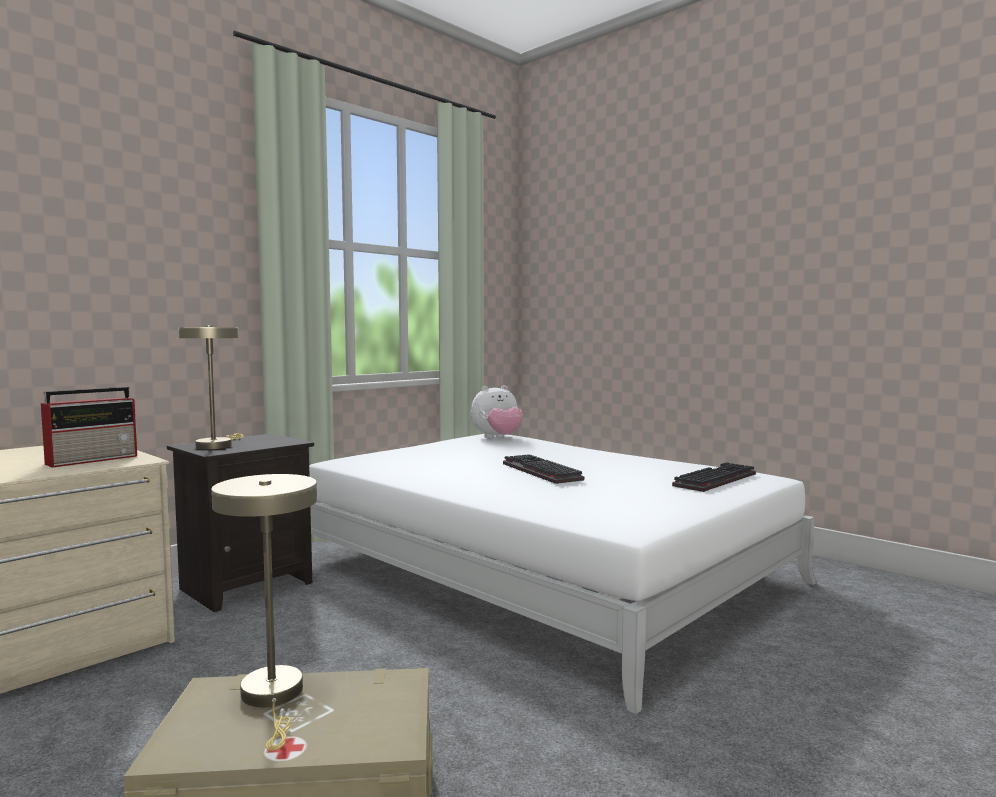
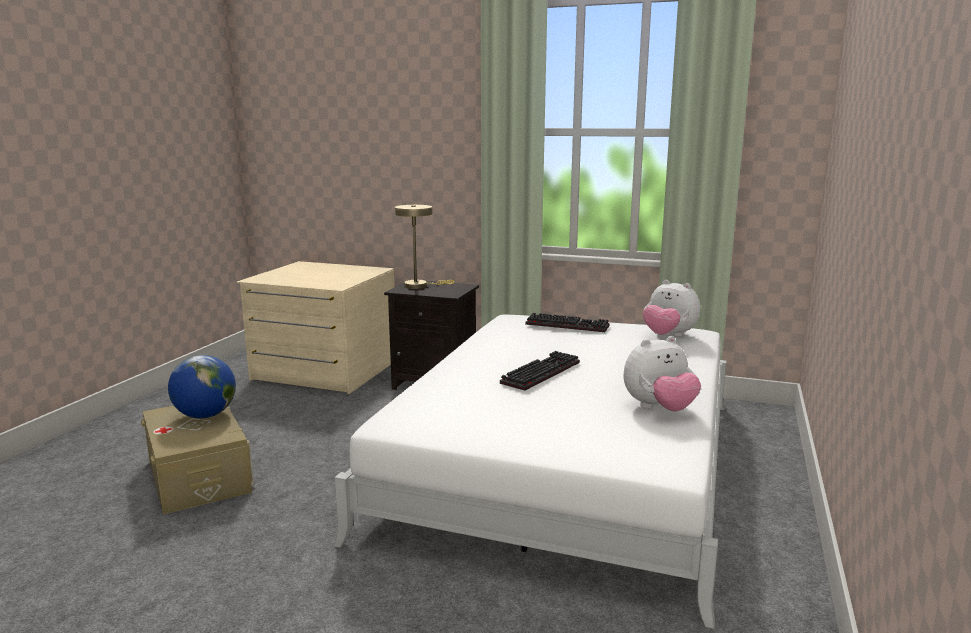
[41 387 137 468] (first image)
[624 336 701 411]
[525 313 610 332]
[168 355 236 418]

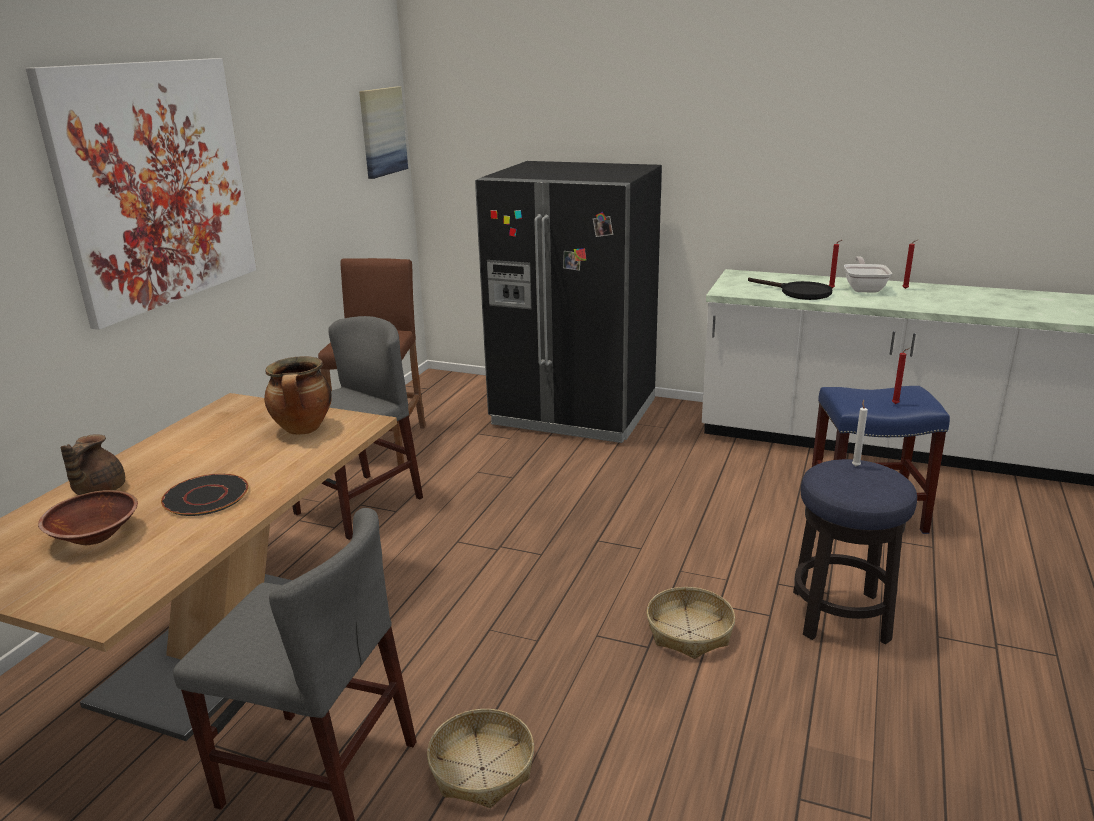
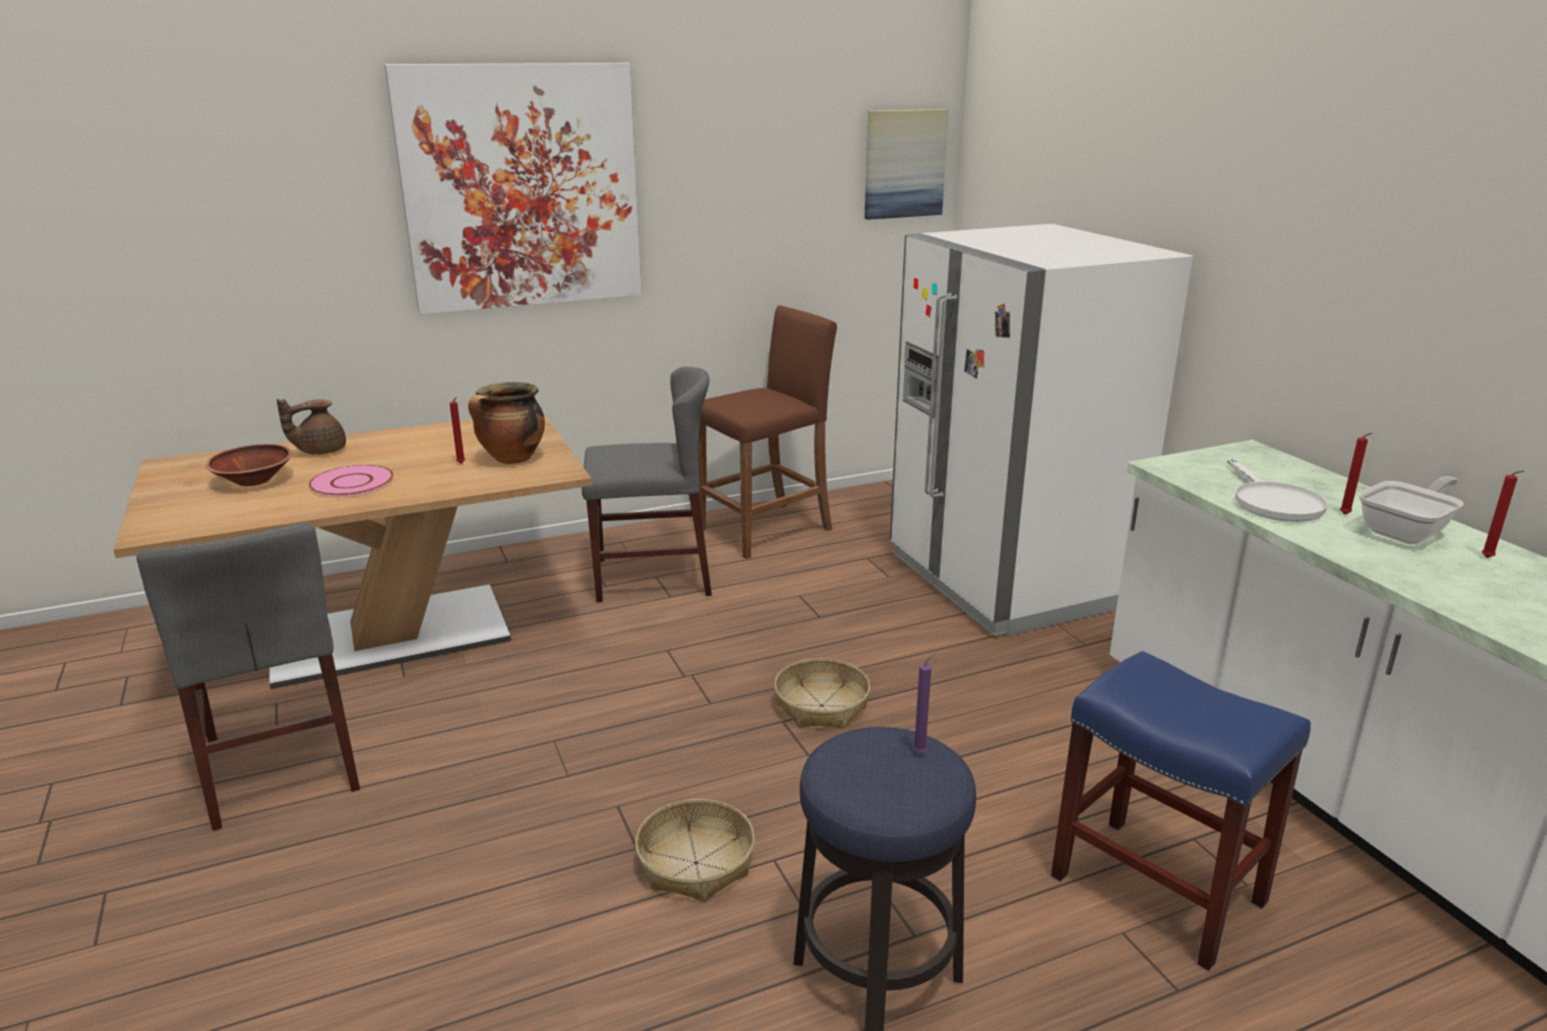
[774 658 871 729]
[450 397 465 463]
[309 465 393 497]
[890 224 1193 636]
[1228 457 1327 522]
[913 653 935 754]

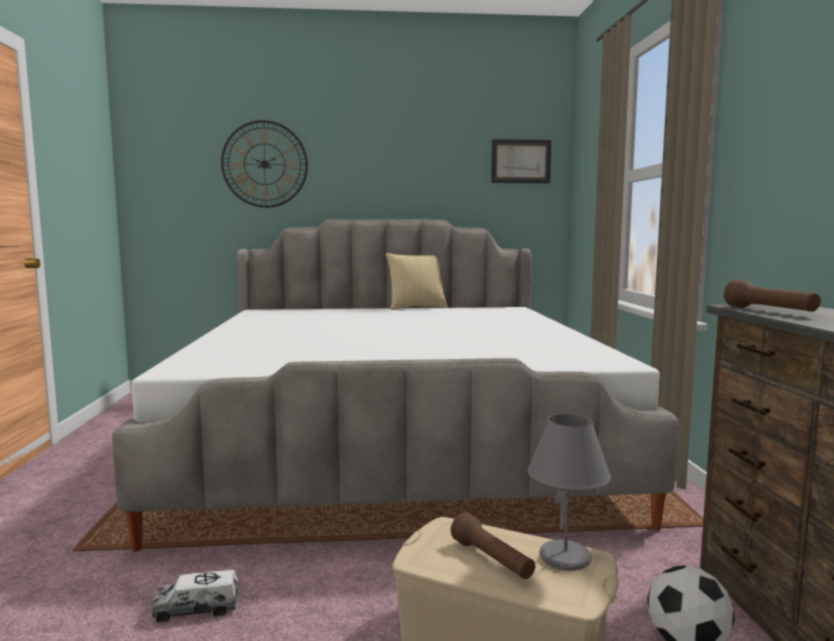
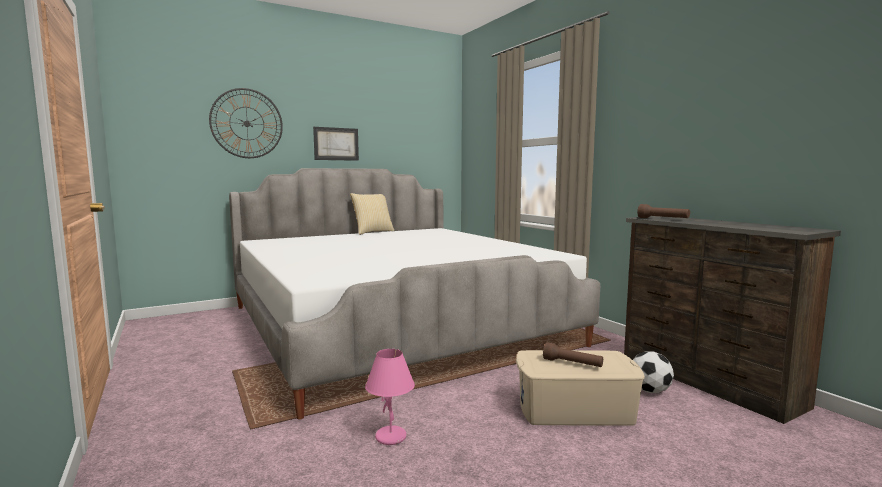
[527 414 611 571] (first image)
[313 127 359 161]
[365 349 415 445]

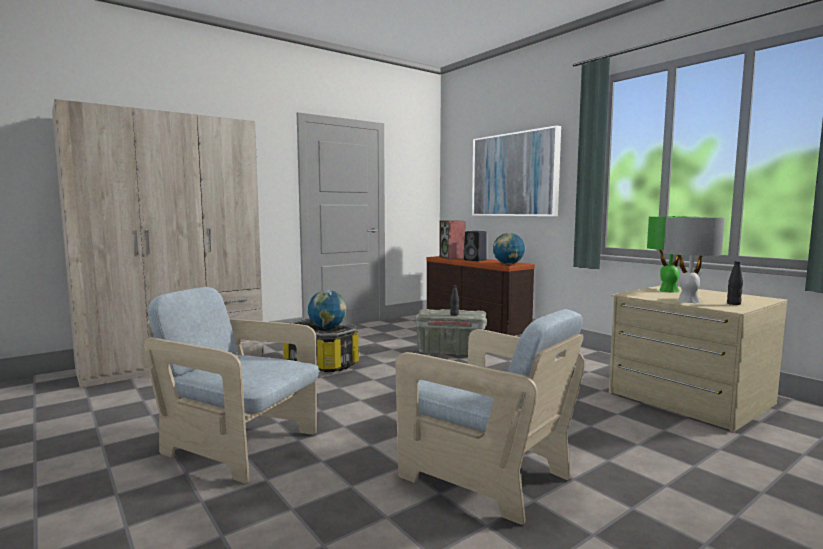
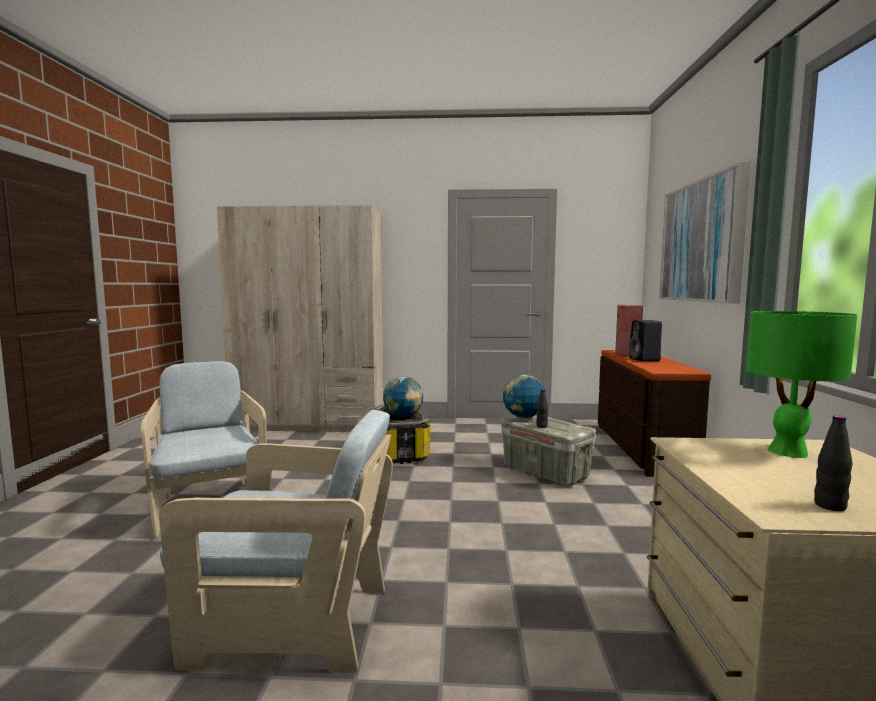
[664 217 725 303] (first image)
[503 375 546 418]
[159 410 393 672]

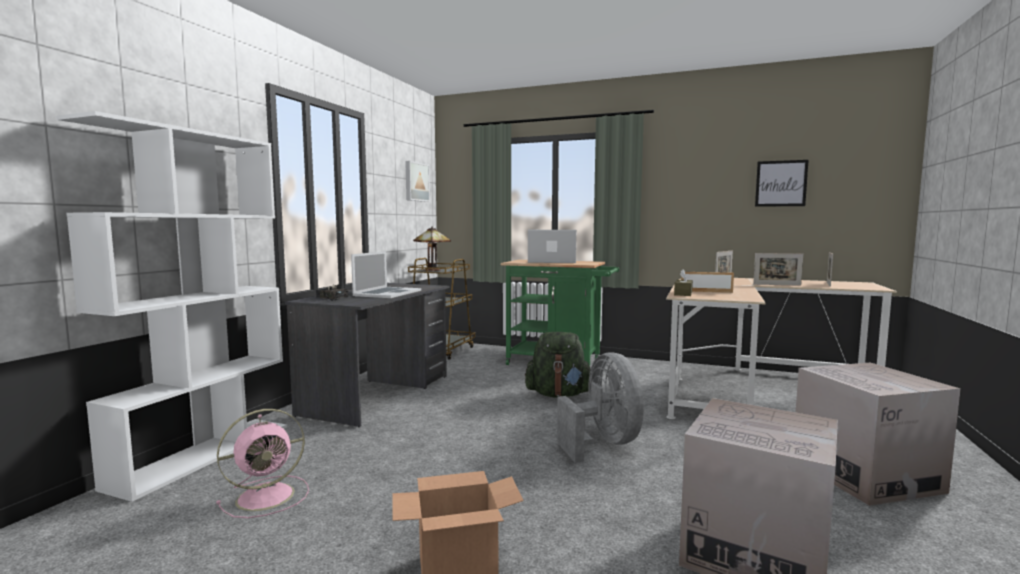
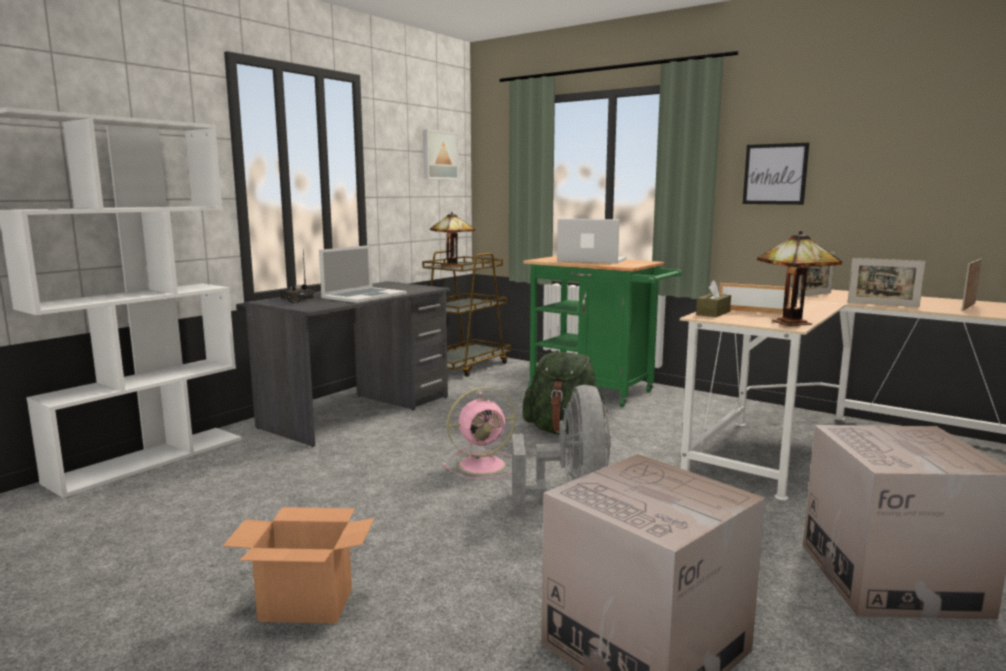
[757 231 842 326]
[443 387 516 479]
[743 143 809 205]

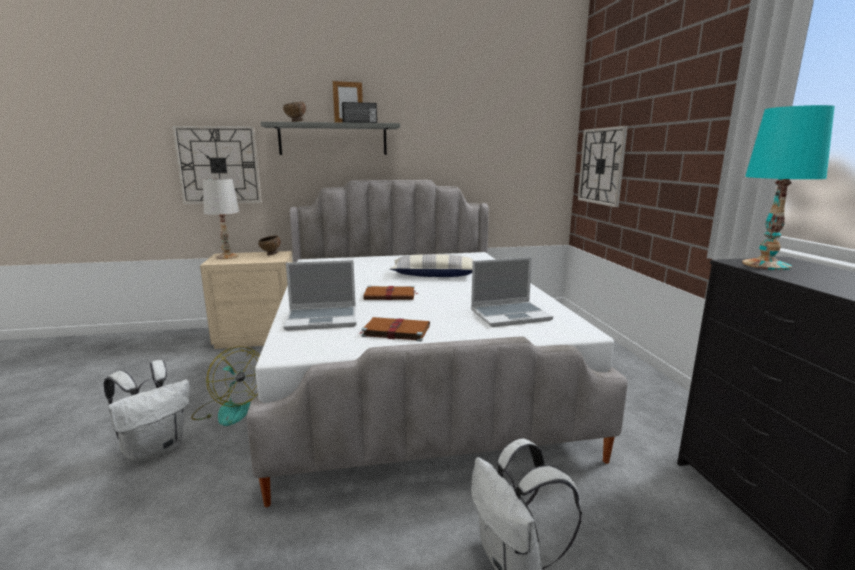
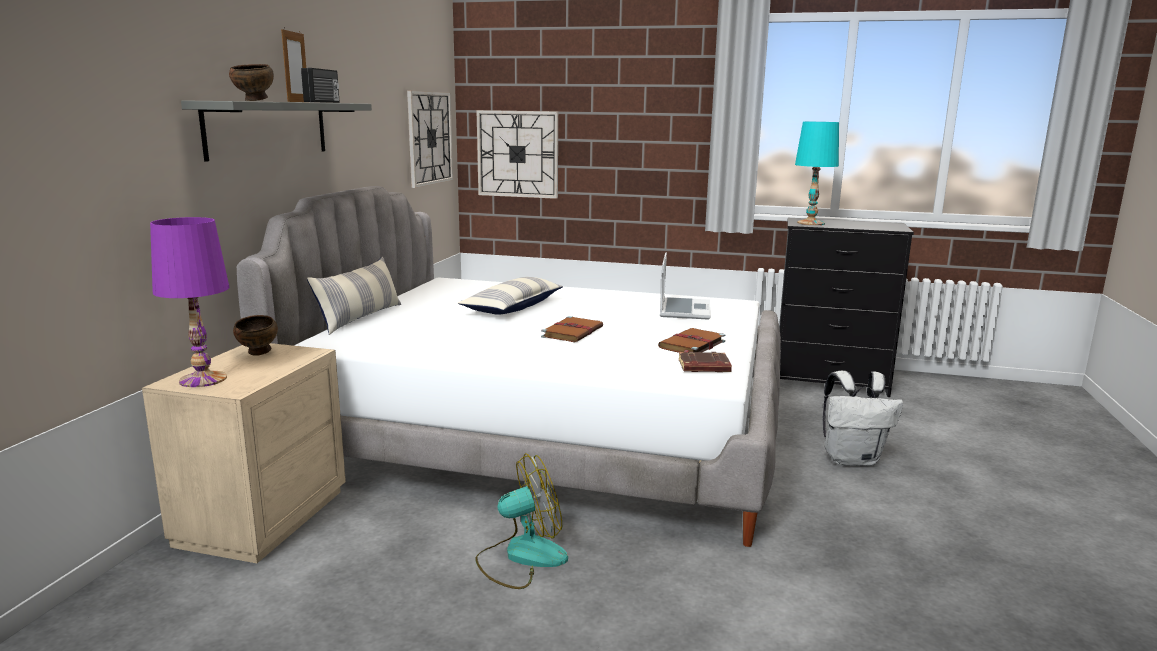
[104 360 190 463] (first image)
[283 260 356 331] (first image)
[307 257 401 335]
[678 352 732 372]
[407 91 453 188]
[150 217 229 387]

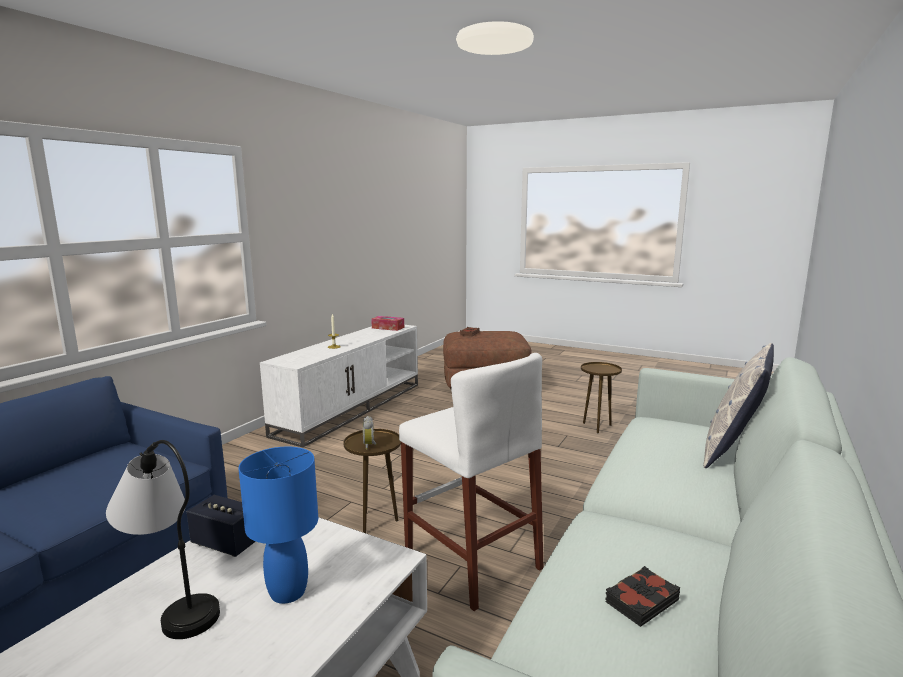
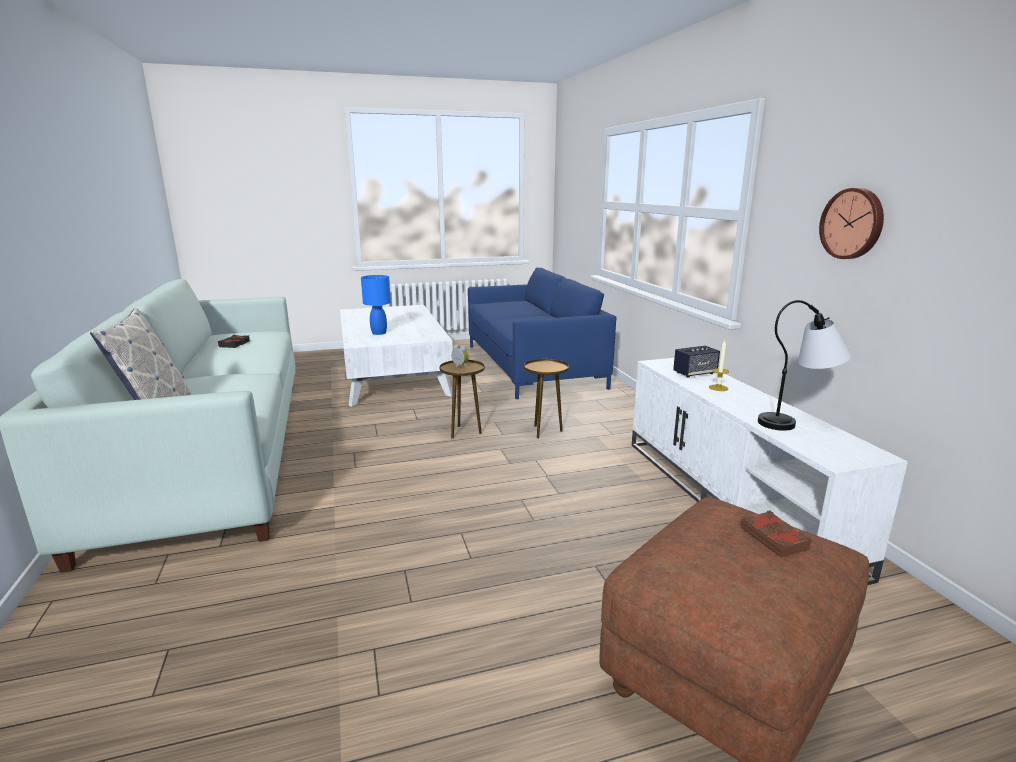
[371 316 404 331] (first image)
[399 353 543 611] (first image)
[819 188 884 259]
[758 300 852 431]
[673 346 720 378]
[524 359 569 438]

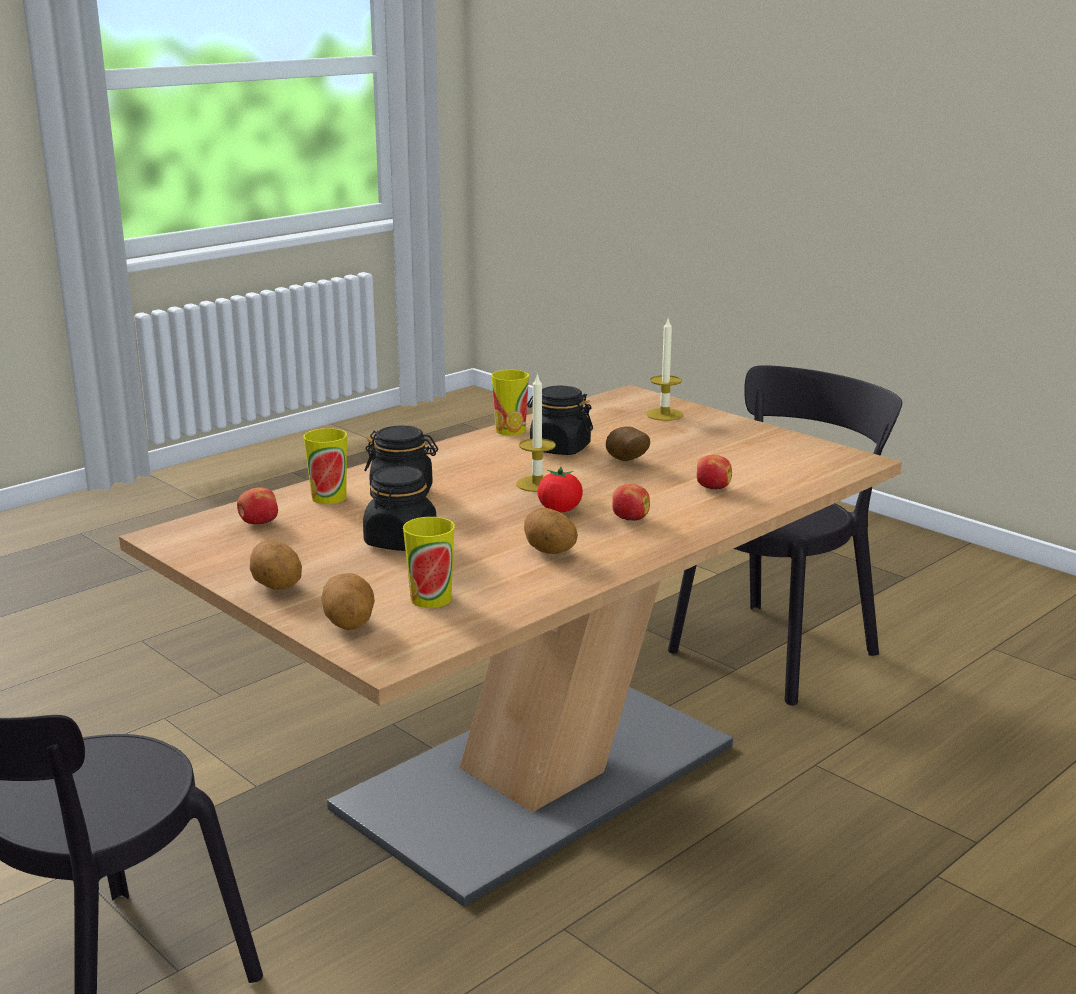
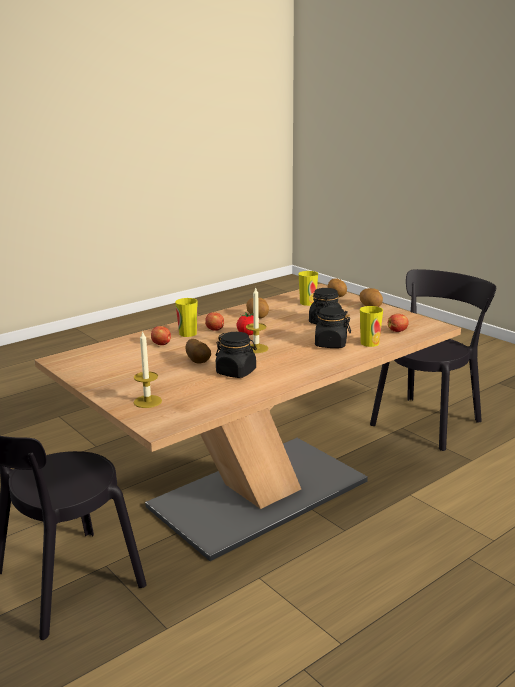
[175 298 198 337]

